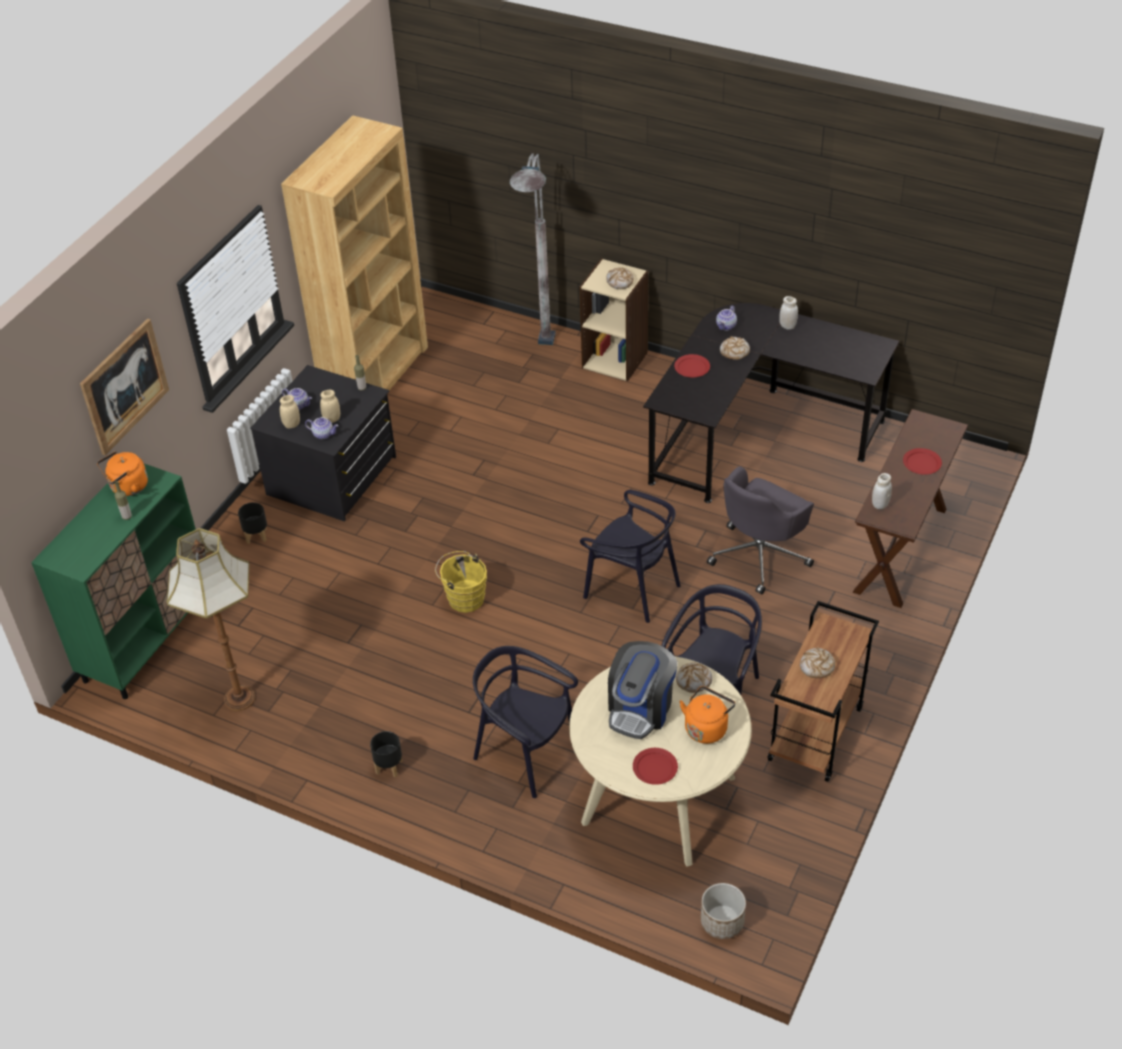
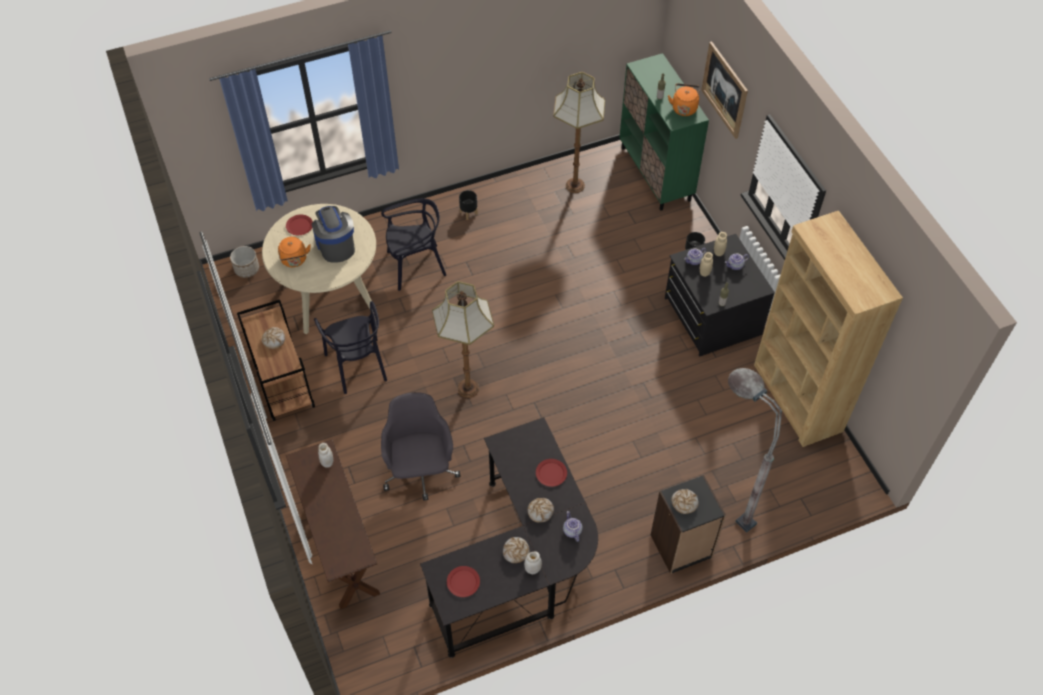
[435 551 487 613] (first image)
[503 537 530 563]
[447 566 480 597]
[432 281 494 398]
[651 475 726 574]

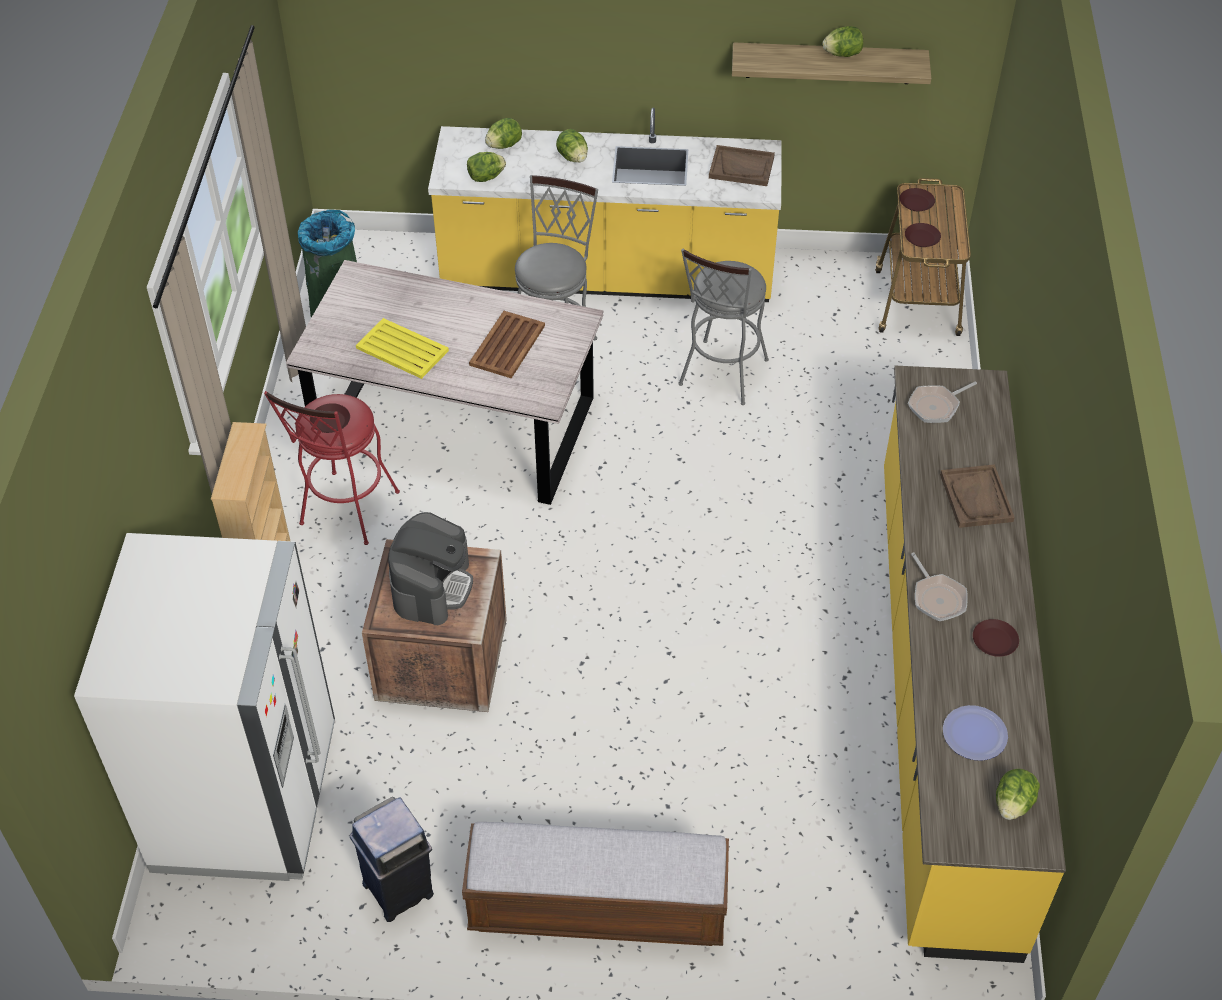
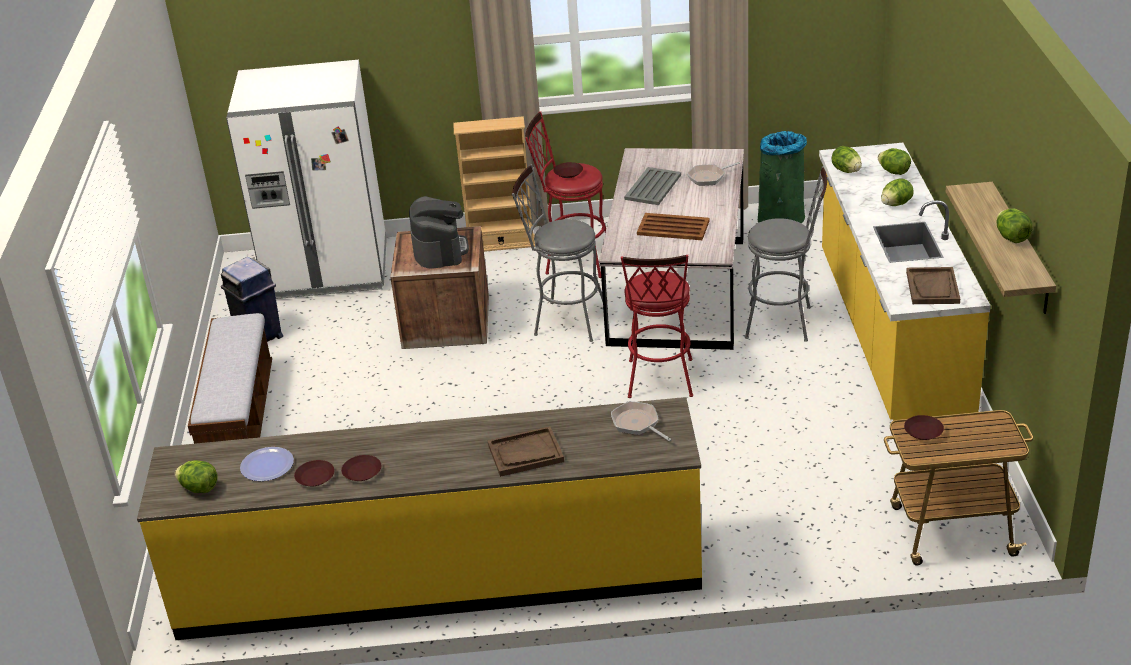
[621 255 693 398]
[512 164 603 342]
[294 460 335 486]
[687 162 740 186]
[624 167 681 205]
[409 196 469 269]

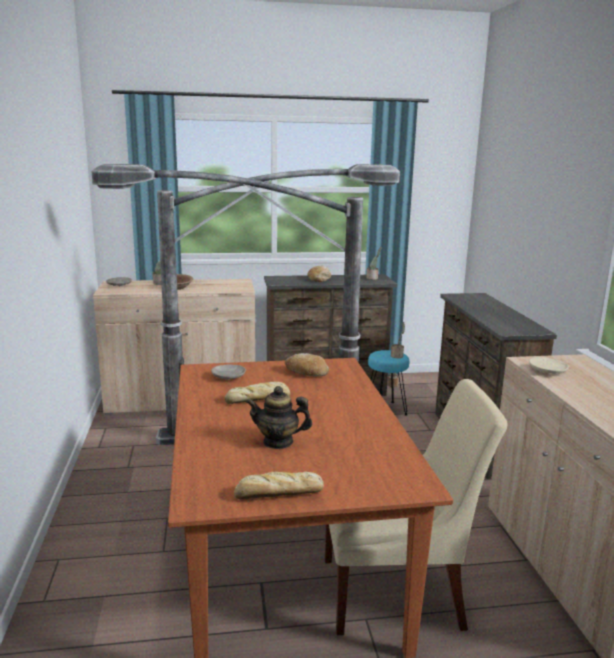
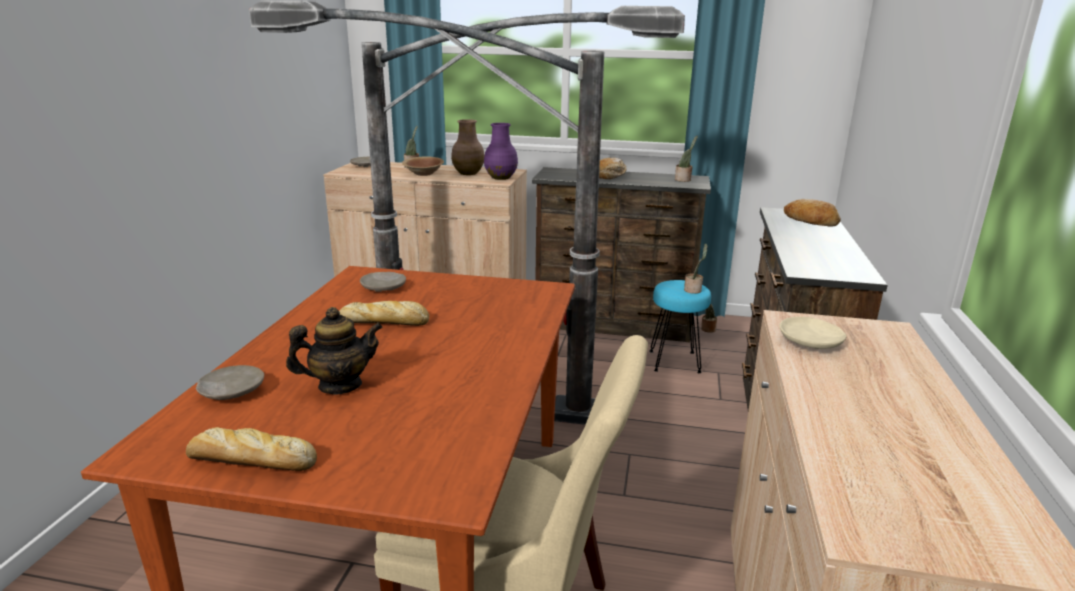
[196 365 264 400]
[451 119 485 175]
[484 123 518 180]
[784 199 840 226]
[286 307 383 394]

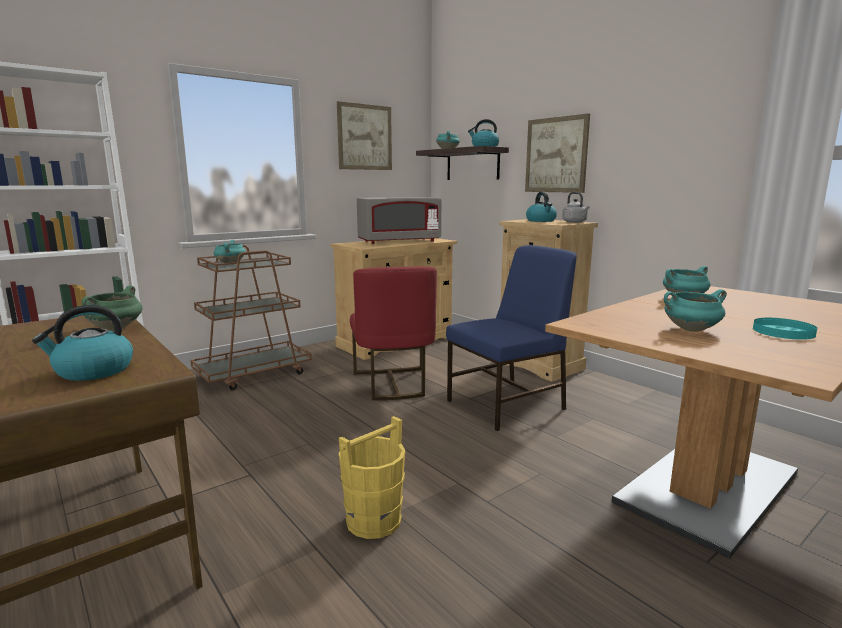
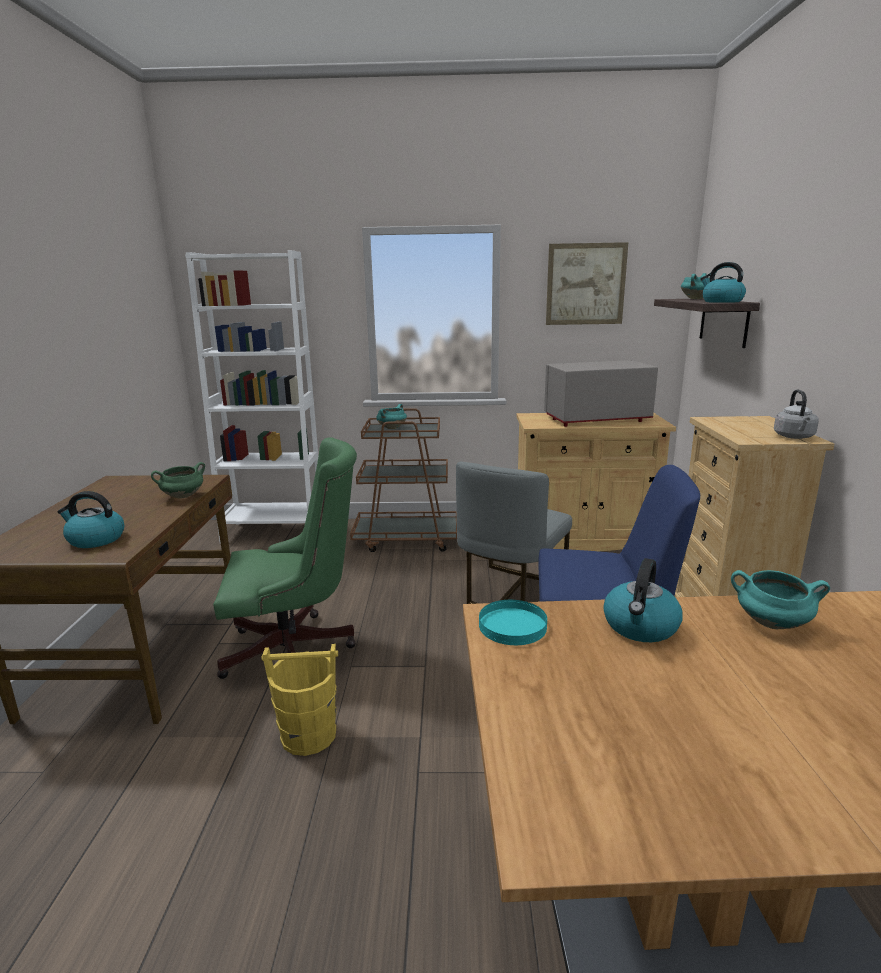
[525 113 590 193] (first image)
[664 289 727 332] (first image)
[213 437 357 679]
[603 558 683 642]
[479 600 547 645]
[456 462 572 604]
[544 360 658 427]

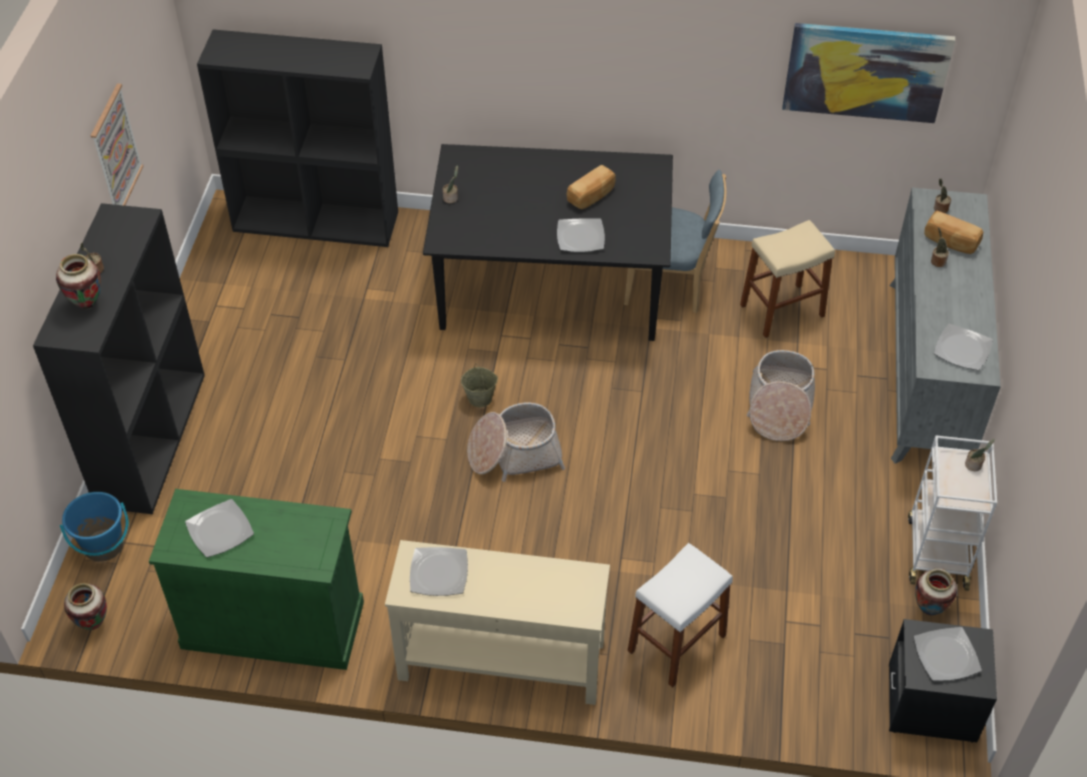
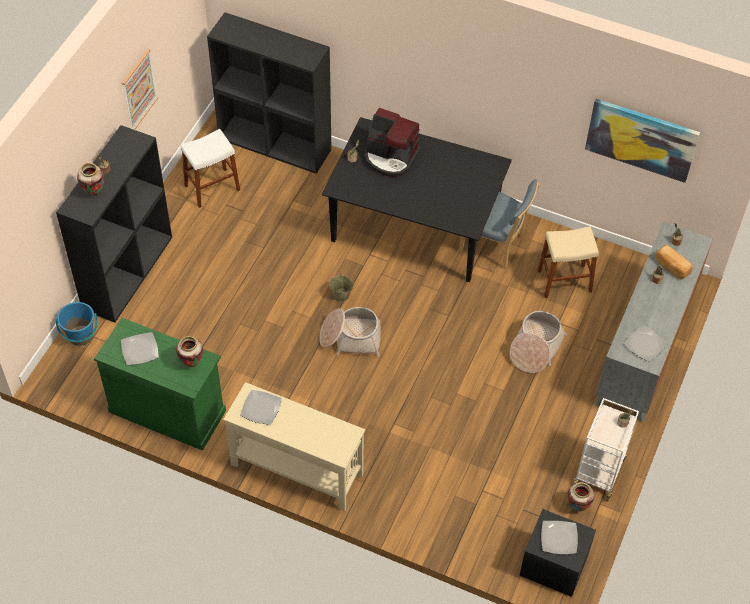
[557 219 605 252] (first image)
[567 165 616 209] (first image)
[365 108 420 177]
[176 336 203 367]
[181 129 240 208]

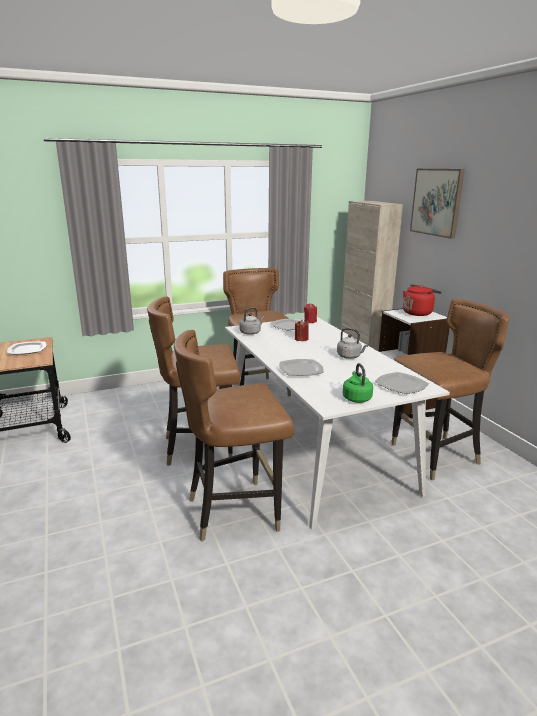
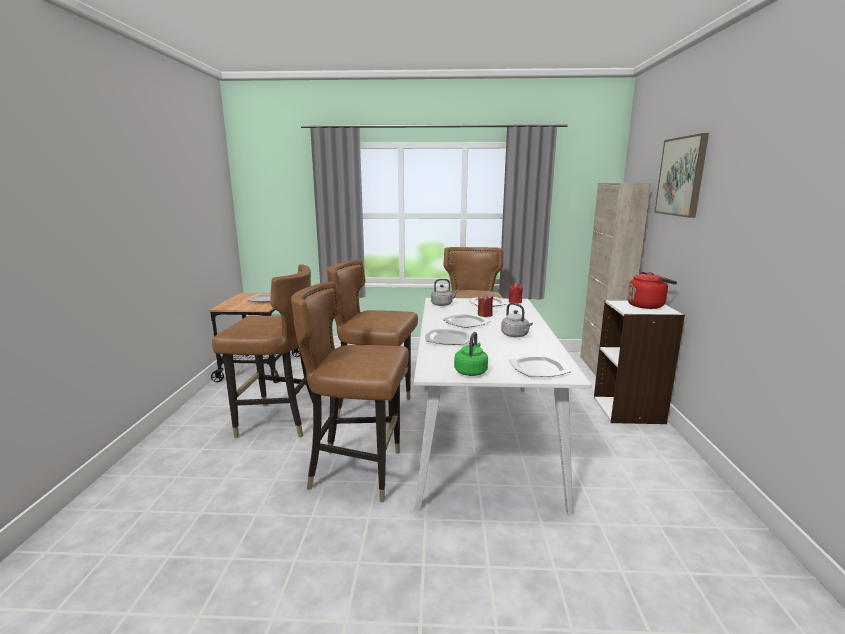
[443 314 490 328]
[212 264 313 438]

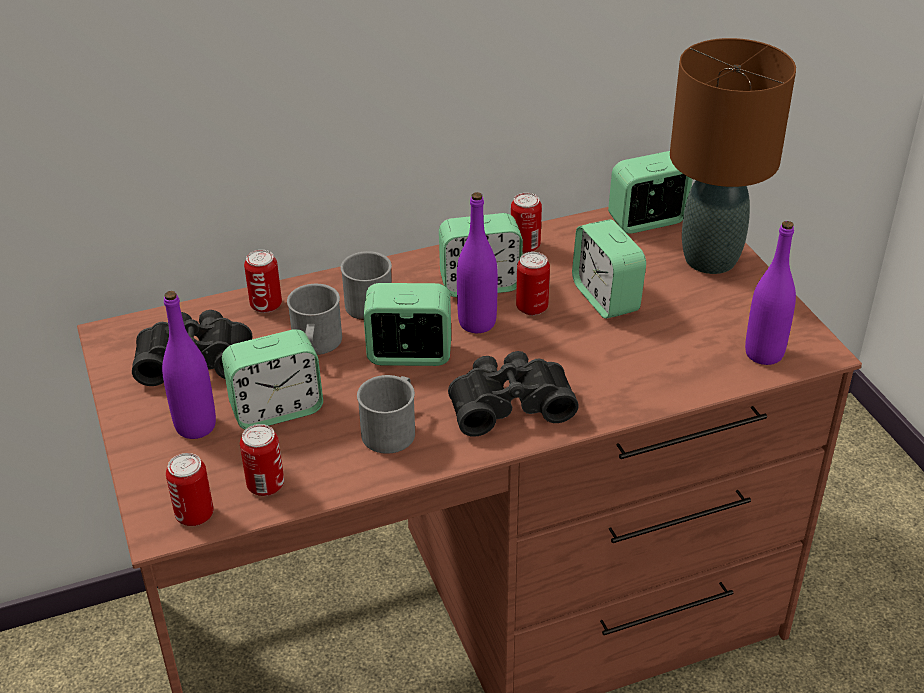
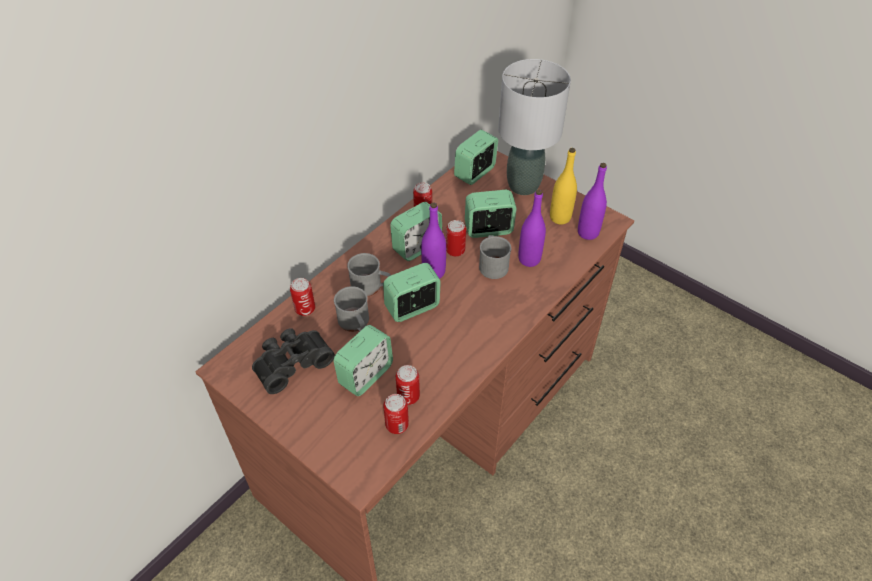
[448 351 579 437] (first image)
[550 148 577 224]
[518 190 546 267]
[396 365 420 405]
[479 235 511 279]
[498 59 571 195]
[465 190 517 238]

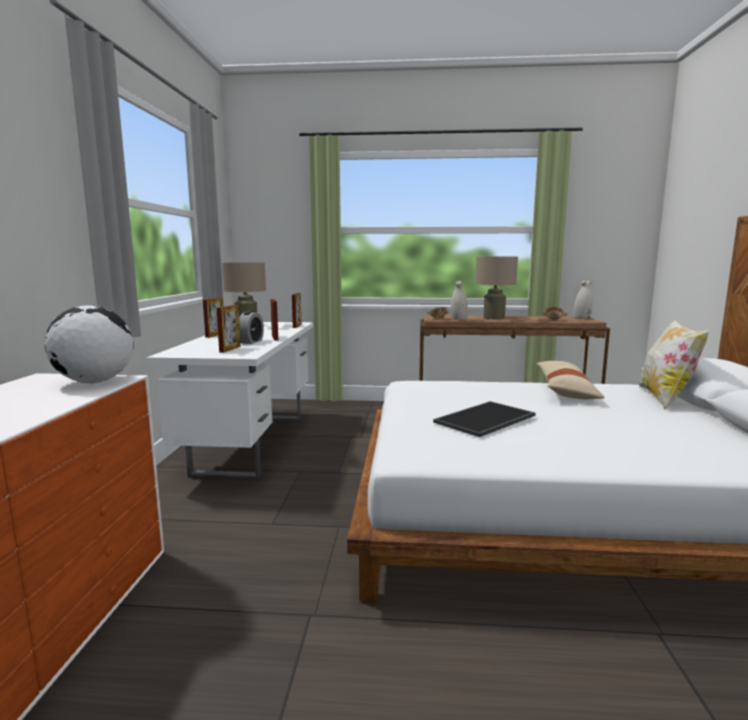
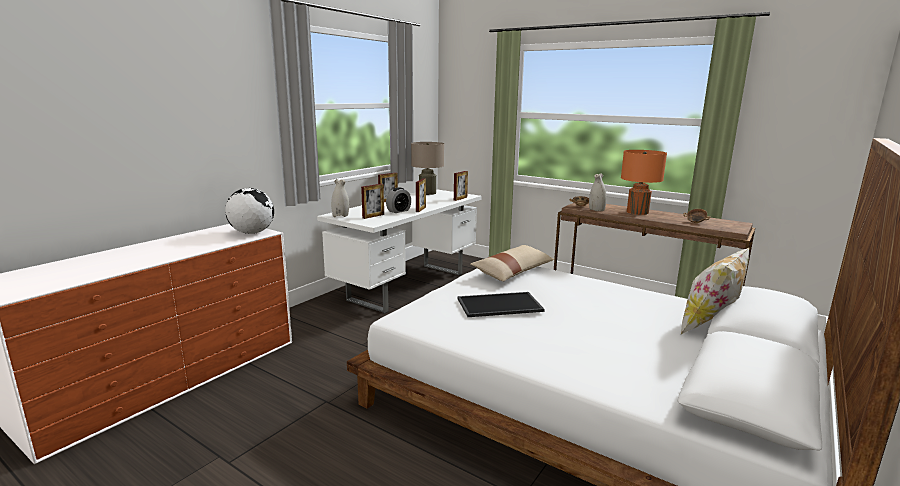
[471 245 555 282]
[331 179 349 217]
[621 150 667 215]

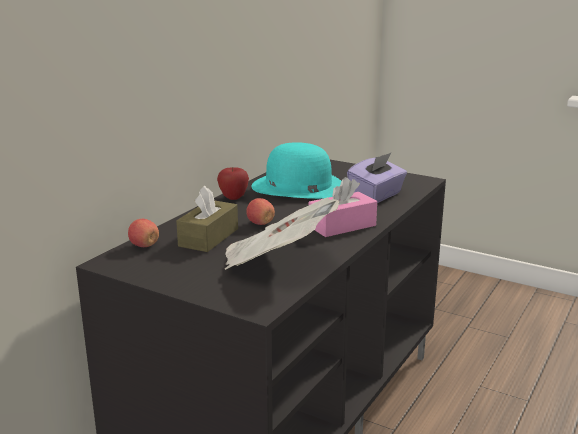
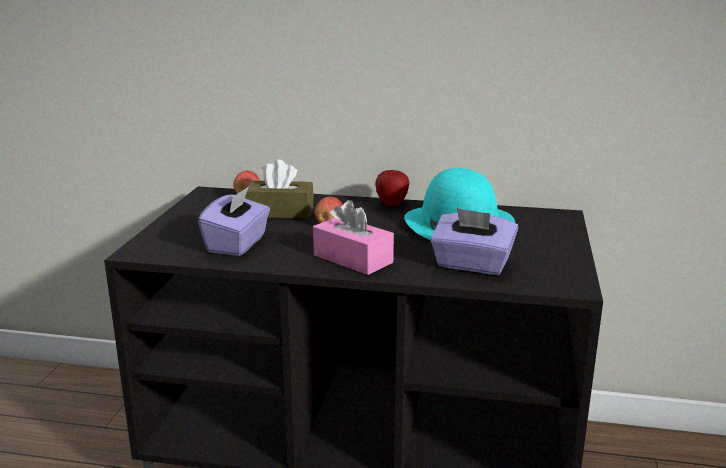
[198 187 270 256]

